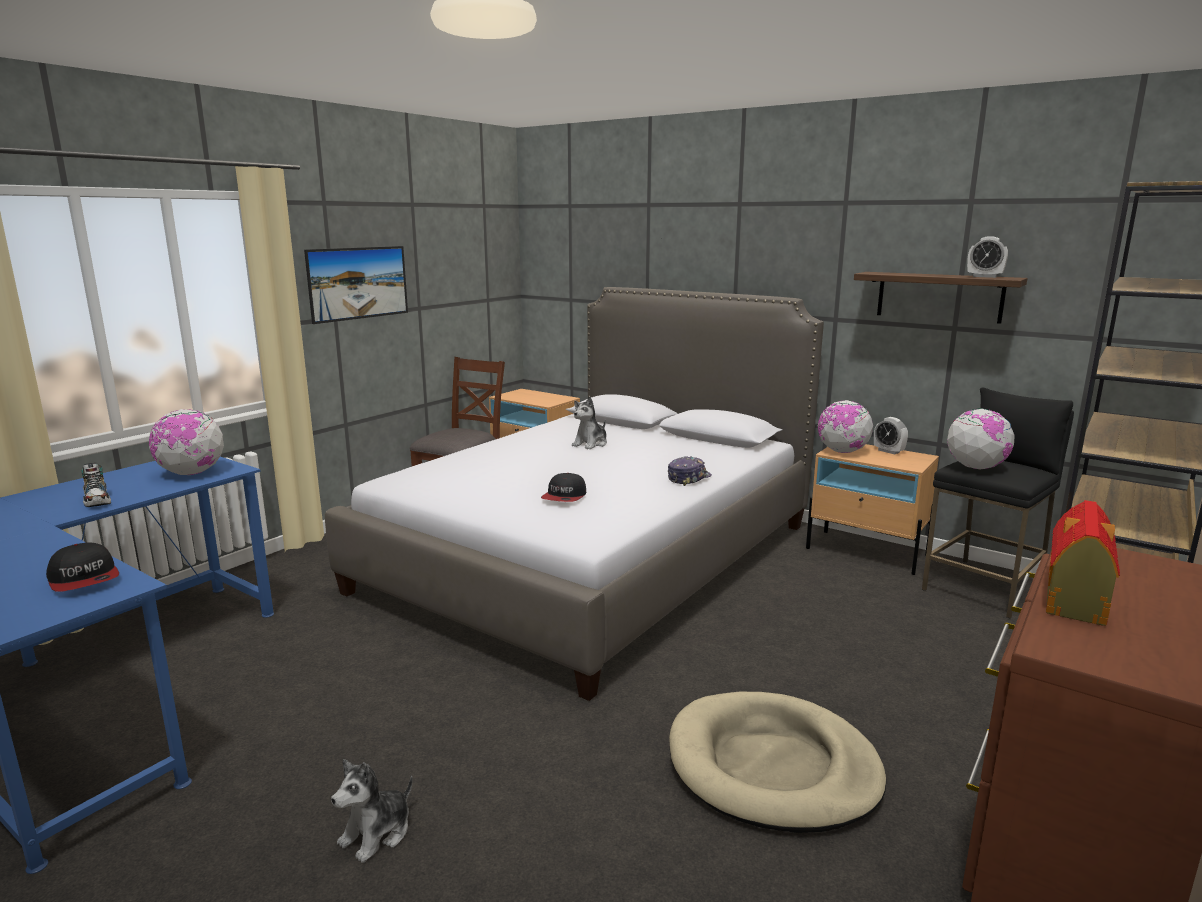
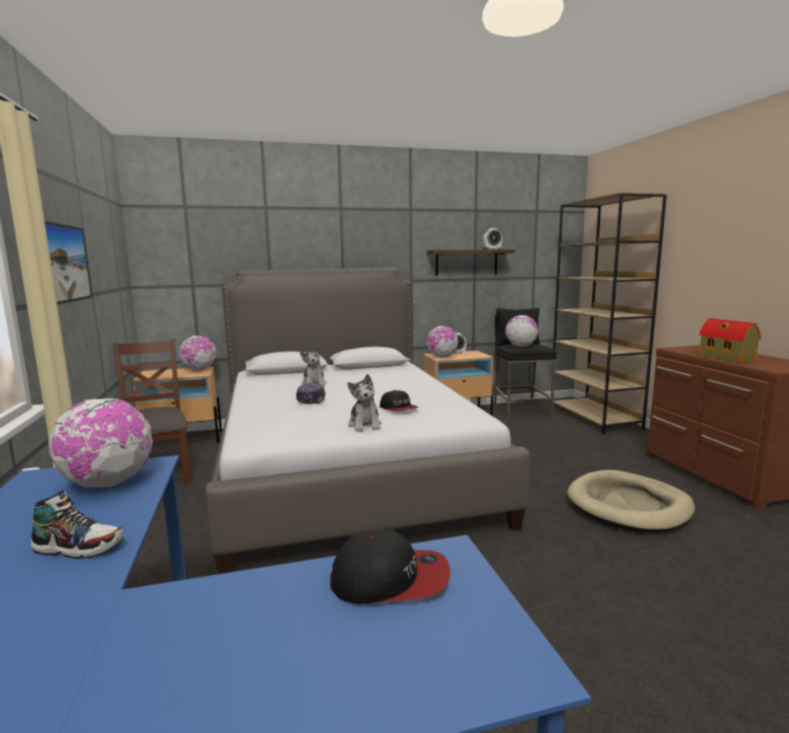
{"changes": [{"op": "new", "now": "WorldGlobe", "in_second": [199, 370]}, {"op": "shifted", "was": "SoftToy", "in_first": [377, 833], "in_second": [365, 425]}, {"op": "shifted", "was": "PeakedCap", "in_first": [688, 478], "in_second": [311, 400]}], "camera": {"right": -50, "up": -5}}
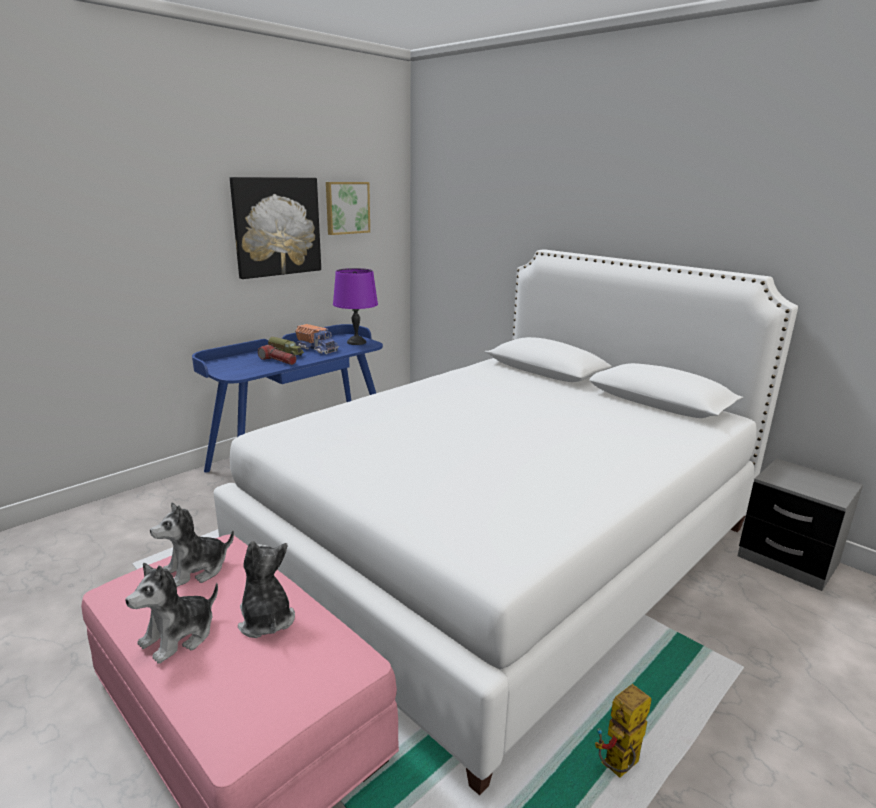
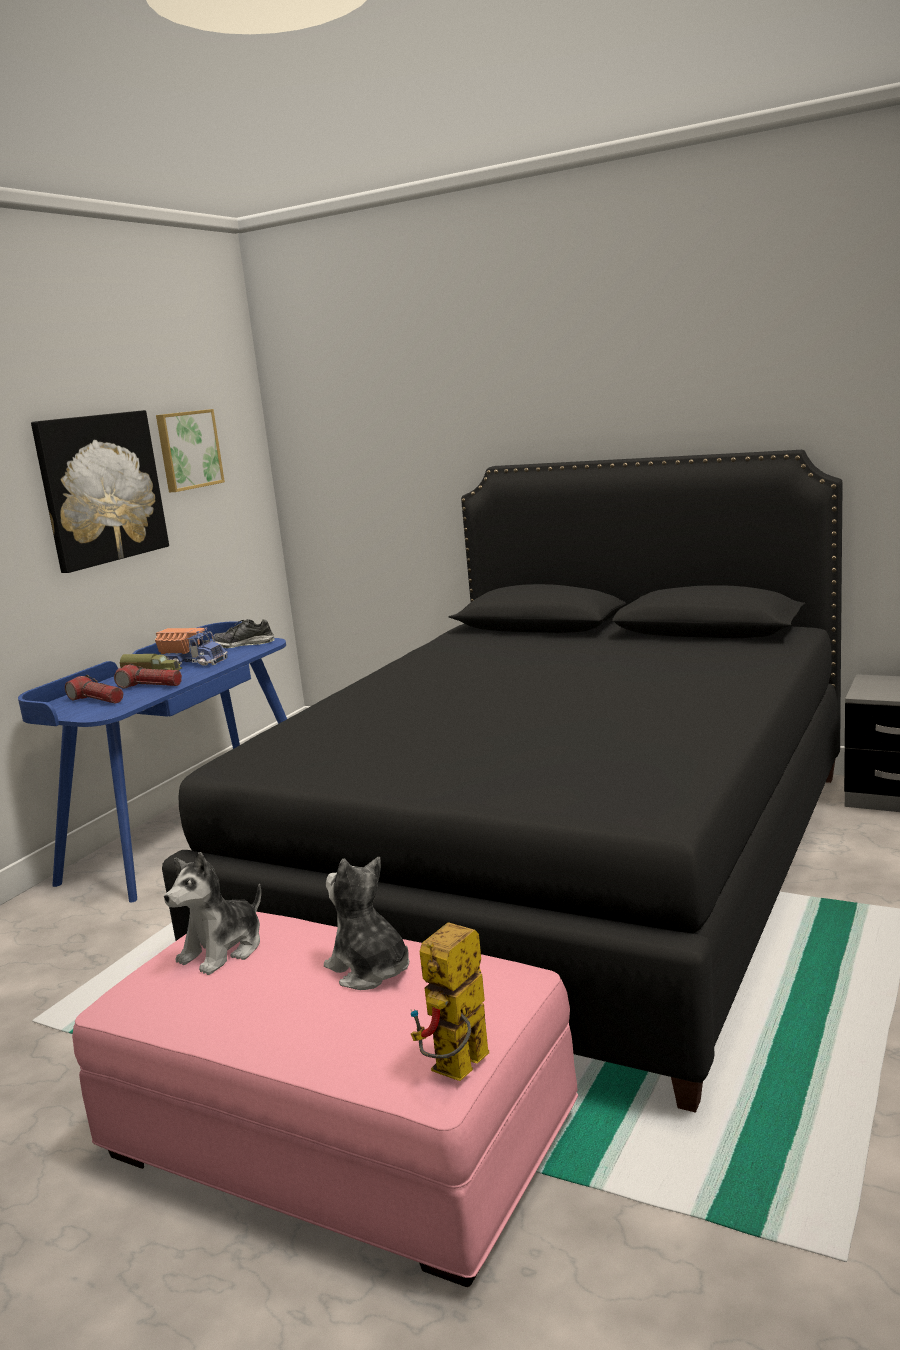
{"changes": [{"op": "gone", "was": "SoftToy", "in_first": [179, 636]}, {"op": "new", "now": "Torch", "in_second": [97, 700]}, {"op": "shifted", "was": "ModelRobot", "in_first": [618, 770], "in_second": [458, 1071]}, {"op": "swapped", "was": "PurplishTableLamp", "now": "Shoe", "in_first": [356, 342], "in_second": [244, 644]}, {"op": "repainted", "was": "WhiteColouredBedroomBed", "now": "BlackishBedroomBed", "in_first": [503, 548], "in_second": [561, 869]}], "camera": {"right": -15, "up": -5}}
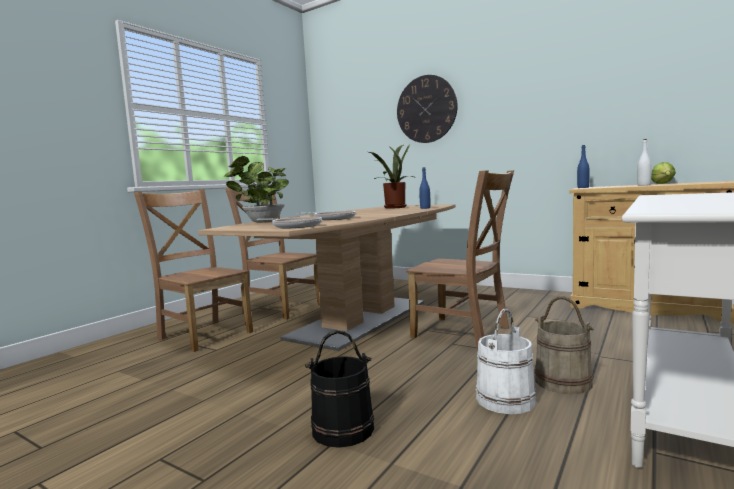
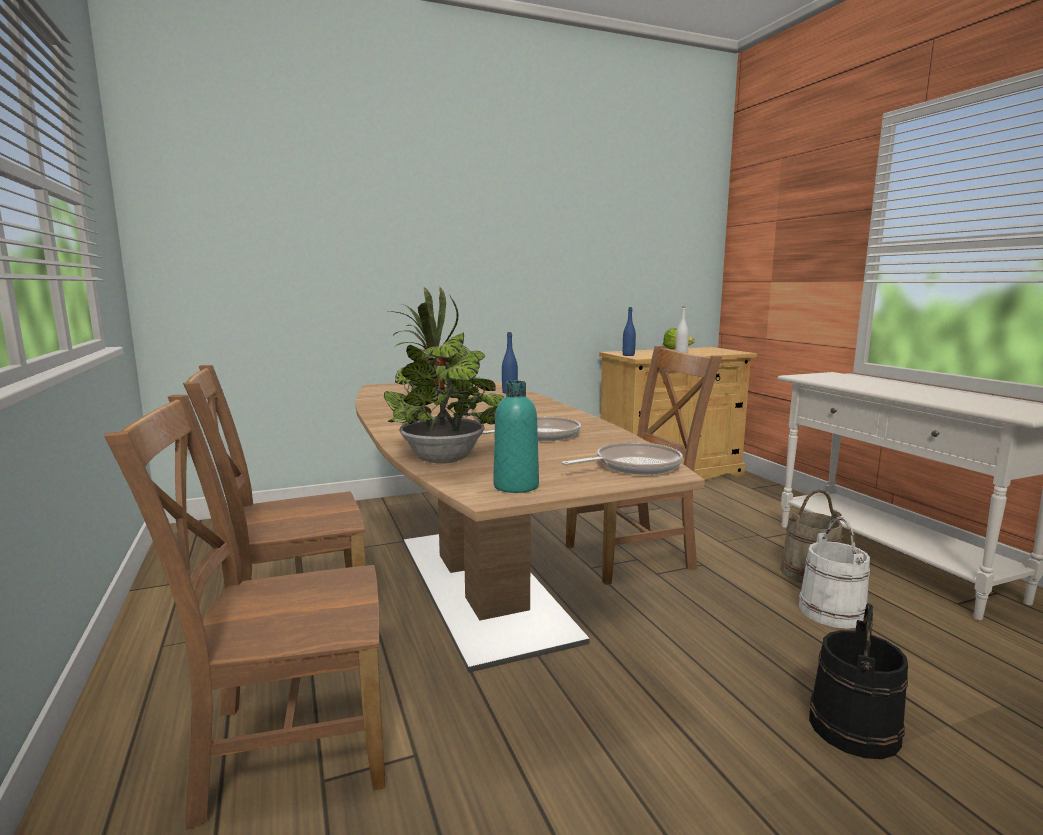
{"changes": [{"op": "gone", "was": "HangingClock", "in_first": [426, 109]}, {"op": "new", "now": "TurquoiseDrinkBottle", "in_second": [516, 486]}], "camera": {"right": -55, "up": 5}}
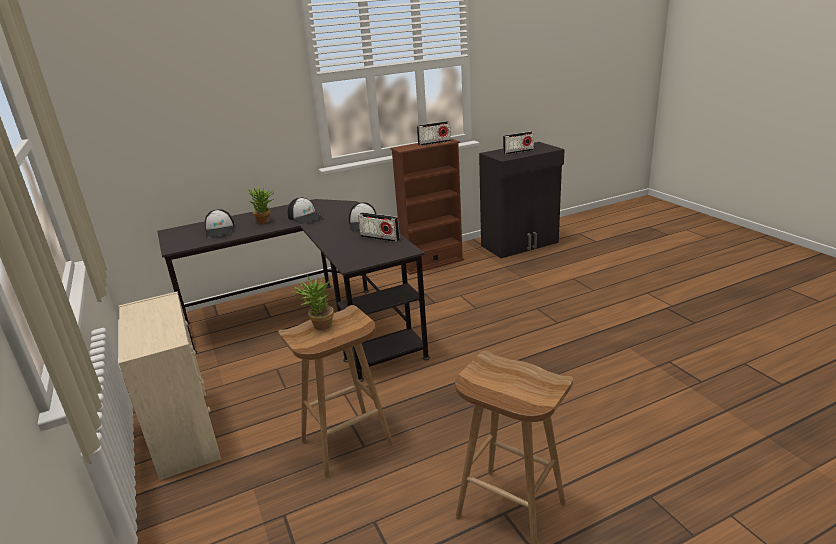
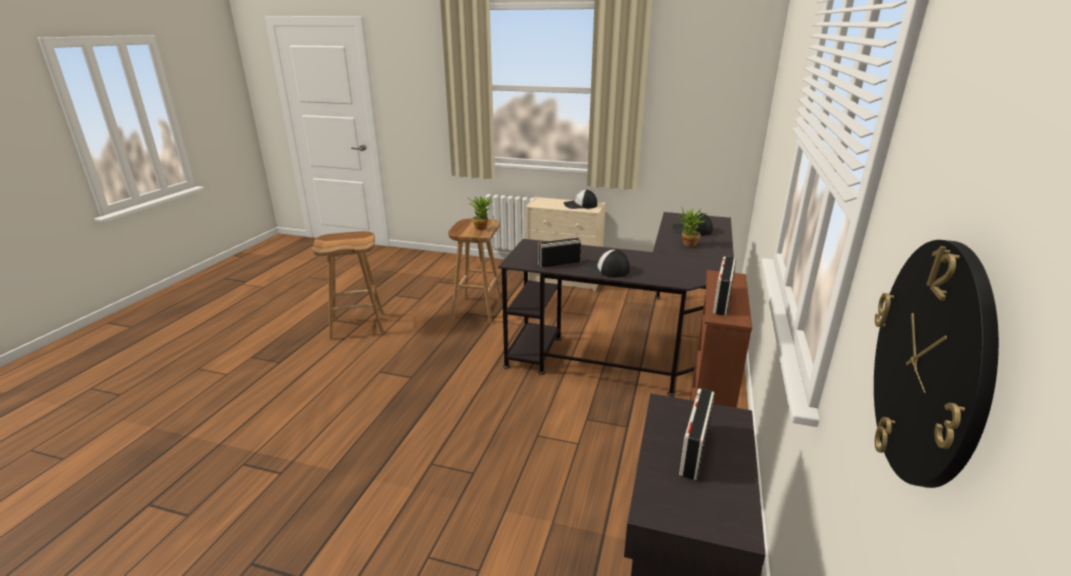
{"changes": [{"op": "new", "now": "HangingClock", "in_second": [929, 361]}, {"op": "shifted", "was": "PeakedCap", "in_first": [305, 217], "in_second": [580, 205]}], "camera": {"right": 130, "up": 0}}
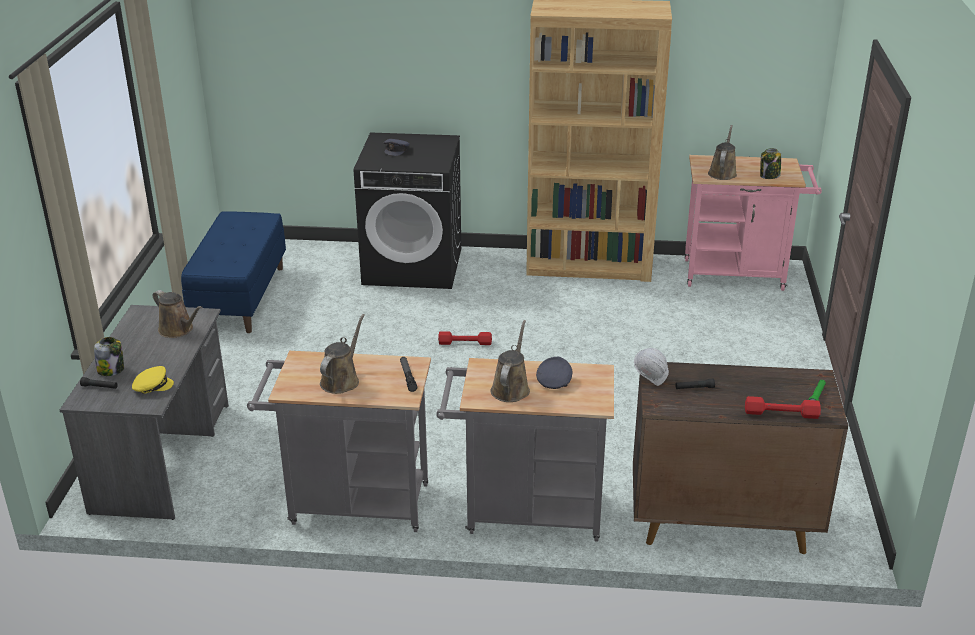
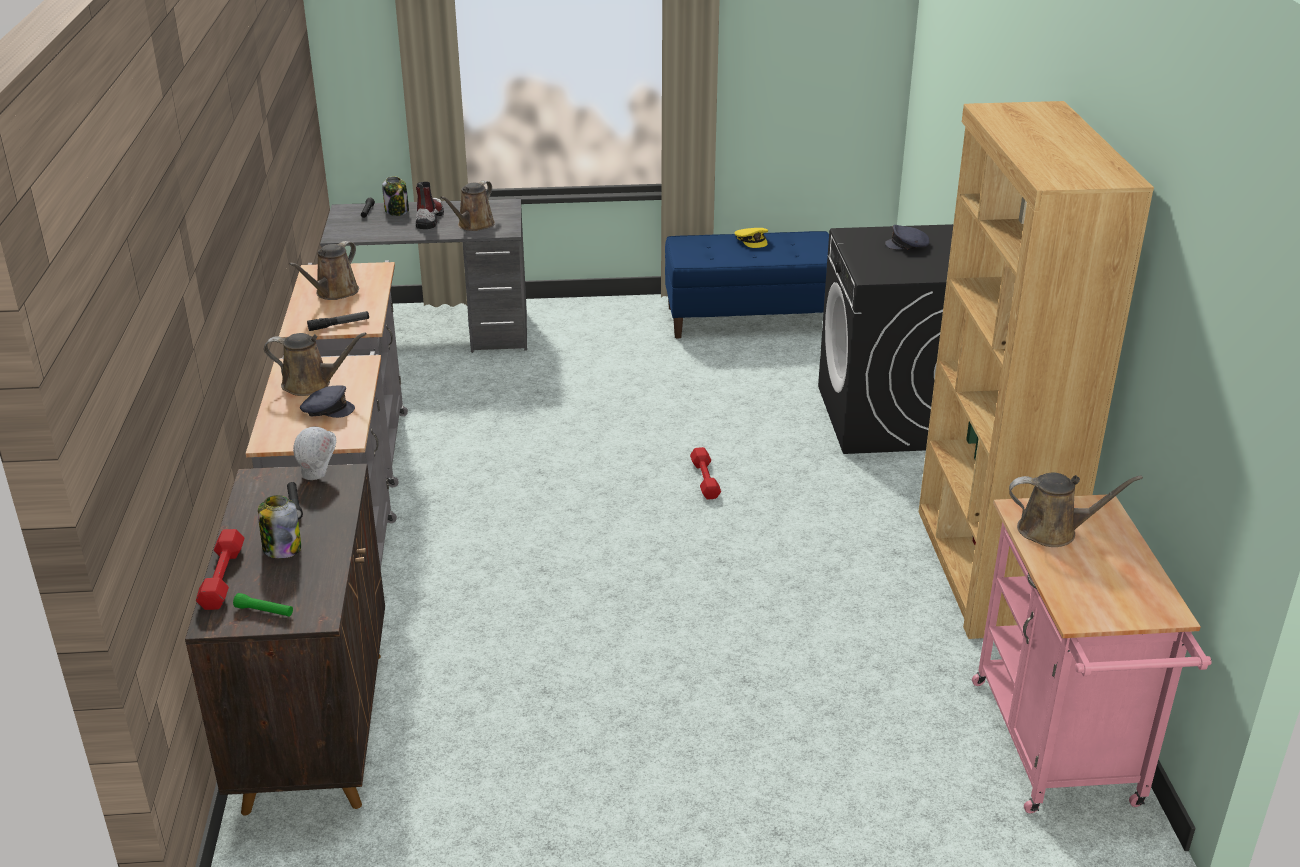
{"changes": [{"op": "new", "now": "HighTopBoot", "in_second": [429, 219]}, {"op": "shifted", "was": "YellowColouredPeakedCap", "in_first": [152, 386], "in_second": [752, 241]}, {"op": "shifted", "was": "StorageJar", "in_first": [769, 176], "in_second": [281, 548]}, {"op": "rotated", "was": "BrownColouredSprinklingCan", "in_first": [341, 380], "in_second": [334, 293], "clockwise": 105}], "camera": {"right": 80, "up": 0}}
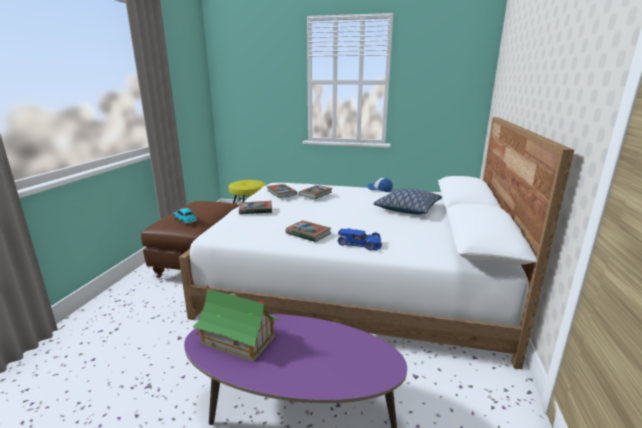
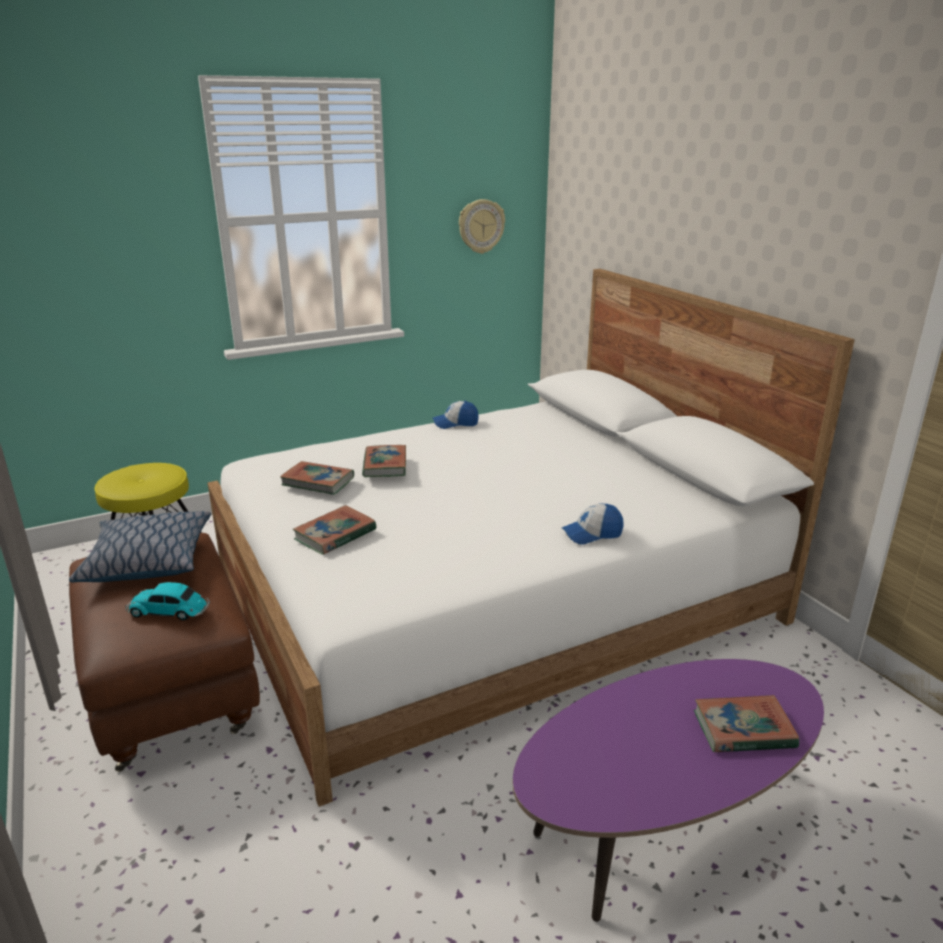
{"changes": [{"op": "gone", "was": "ToyHouse", "in_first": [238, 340]}, {"op": "new", "now": "HangingClock", "in_second": [481, 226]}, {"op": "shifted", "was": "Book", "in_first": [308, 234], "in_second": [743, 729]}, {"op": "shifted", "was": "Pillow", "in_first": [407, 208], "in_second": [147, 561]}, {"op": "swapped", "was": "BlueColouredModelCar", "now": "PeakedCap", "in_first": [359, 243], "in_second": [592, 534]}], "camera": {"right": -40, "up": 5}}
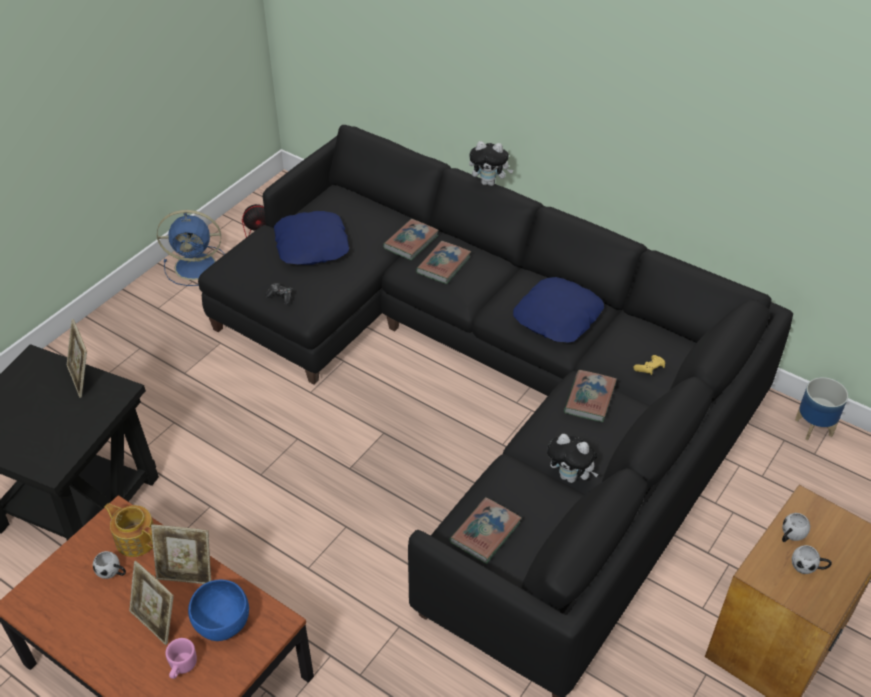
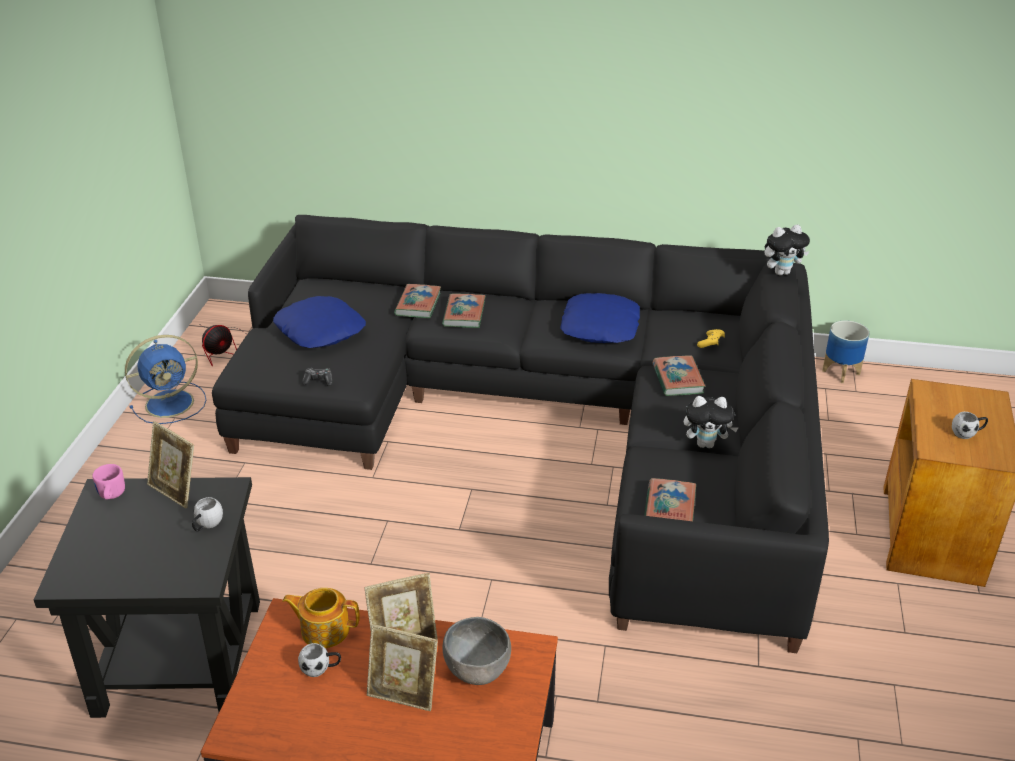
{"changes": [{"op": "shifted", "was": "PinkCoffeeMug", "in_first": [181, 667], "in_second": [111, 496]}, {"op": "shifted", "was": "SoftToy", "in_first": [489, 182], "in_second": [781, 272]}, {"op": "shifted", "was": "WhiteColouredCoffeeMug", "in_first": [790, 536], "in_second": [206, 525]}, {"op": "repainted", "was": "BlueColouredDeepDish", "now": "GreyishDeepDish", "in_first": [223, 625], "in_second": [477, 671]}], "camera": {"right": -25, "up": -10}}
